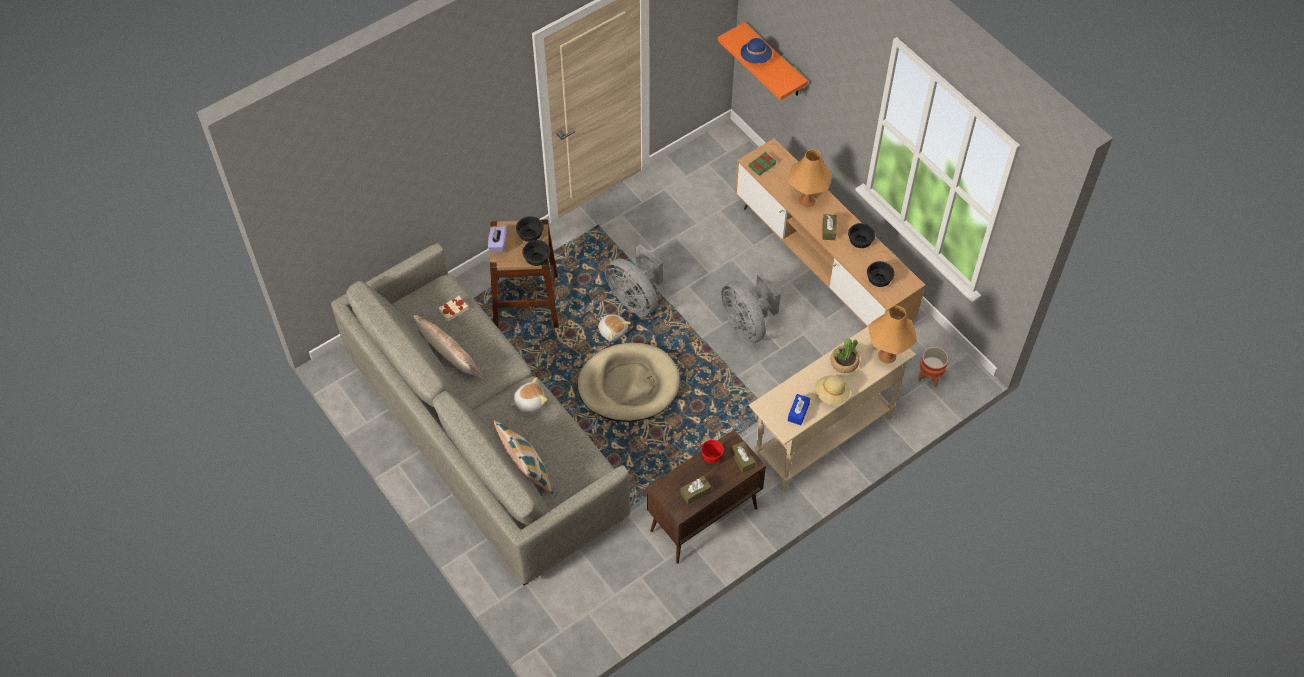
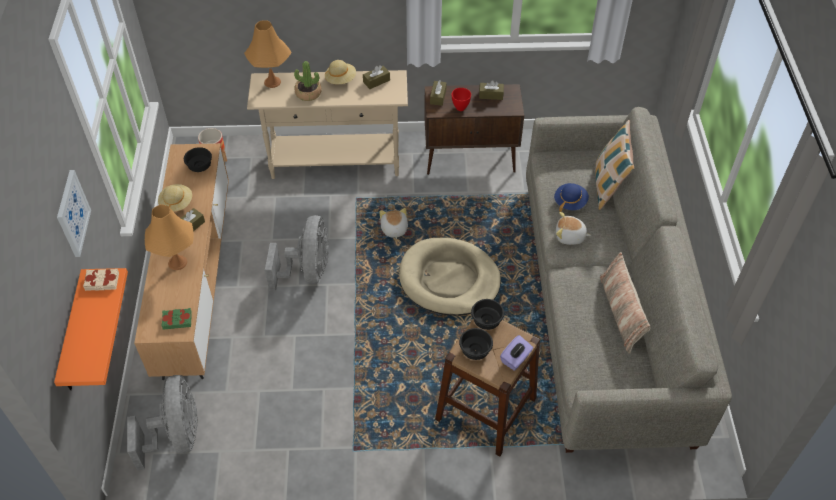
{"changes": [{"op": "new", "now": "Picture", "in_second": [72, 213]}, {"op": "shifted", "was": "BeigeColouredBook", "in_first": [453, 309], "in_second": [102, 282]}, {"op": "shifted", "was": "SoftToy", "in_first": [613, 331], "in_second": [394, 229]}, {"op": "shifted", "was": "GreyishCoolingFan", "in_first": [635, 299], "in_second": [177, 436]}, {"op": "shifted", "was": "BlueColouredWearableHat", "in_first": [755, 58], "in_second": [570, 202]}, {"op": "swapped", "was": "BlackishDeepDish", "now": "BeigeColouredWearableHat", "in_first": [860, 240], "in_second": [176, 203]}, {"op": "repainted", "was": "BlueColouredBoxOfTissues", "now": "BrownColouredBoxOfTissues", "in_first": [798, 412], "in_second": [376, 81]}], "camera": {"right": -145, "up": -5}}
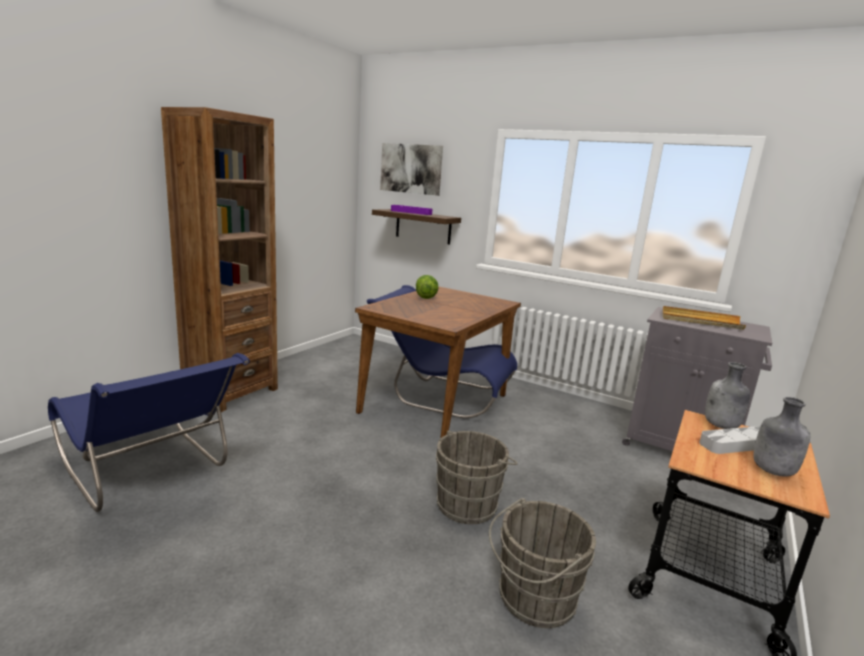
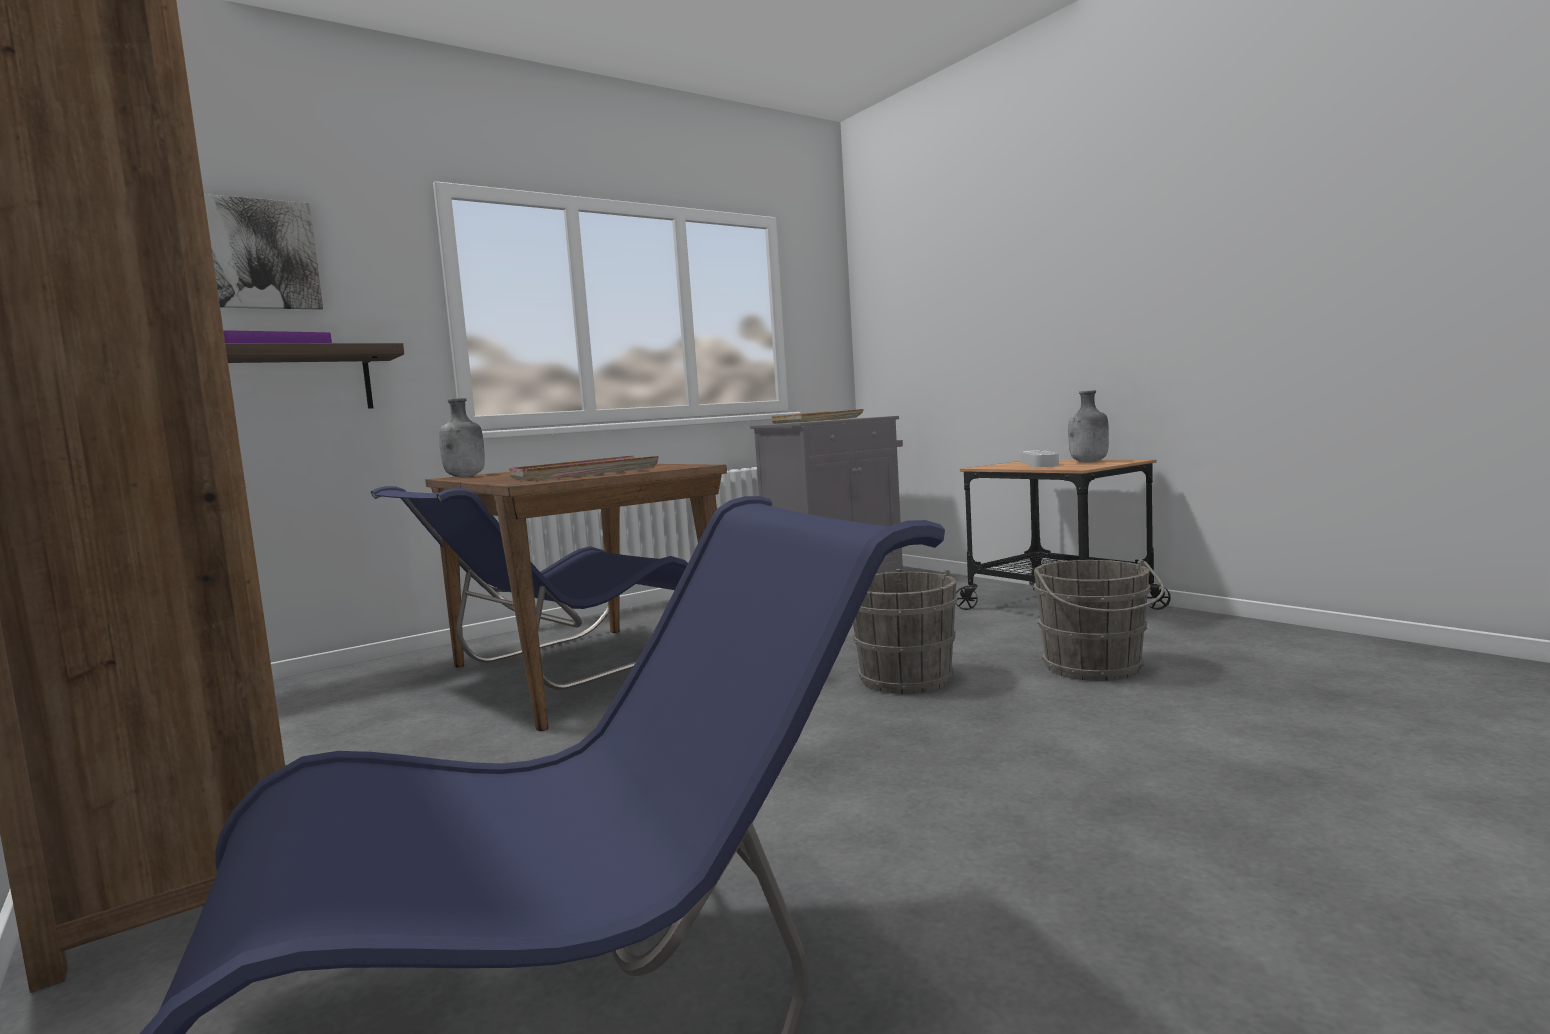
{"changes": [{"op": "gone", "was": "LettuceHead", "in_first": [426, 297]}, {"op": "new", "now": "PinkTray", "in_second": [583, 474]}, {"op": "shifted", "was": "GreyishDrinkBottle", "in_first": [721, 426], "in_second": [466, 476]}], "camera": {"right": -65, "up": -10}}
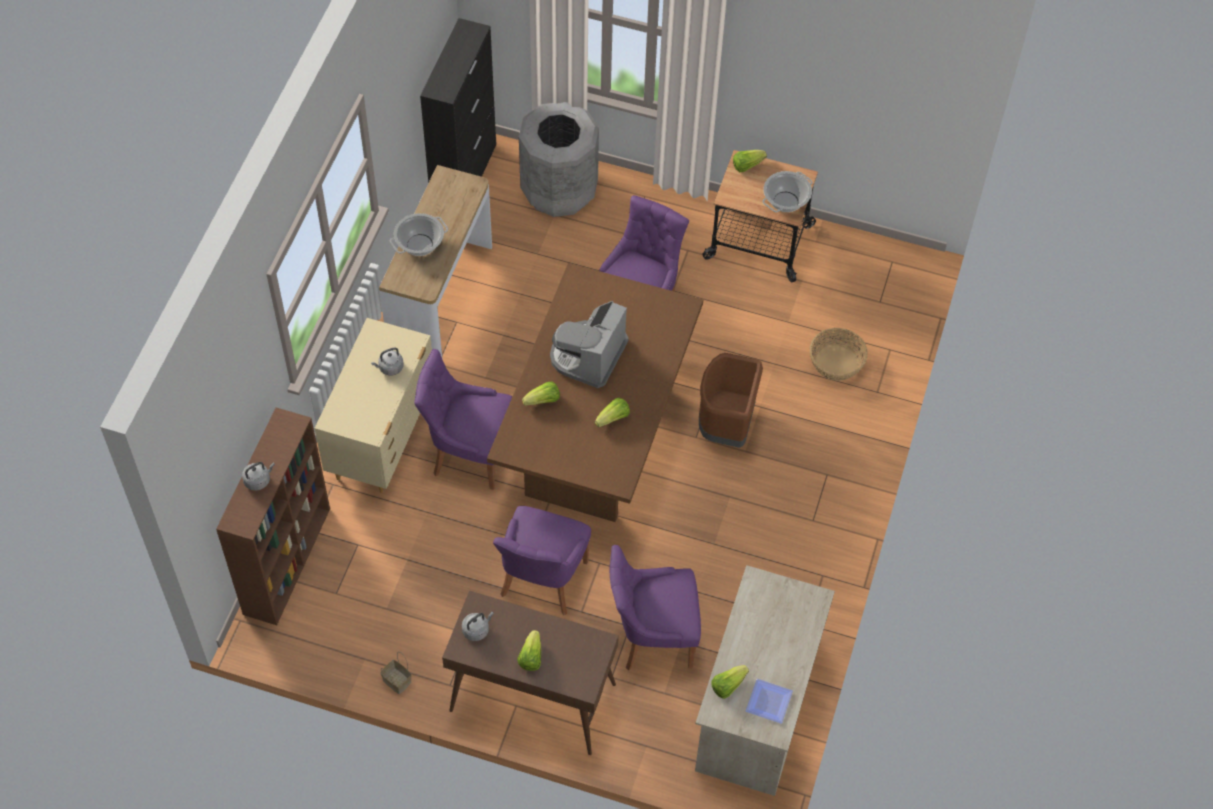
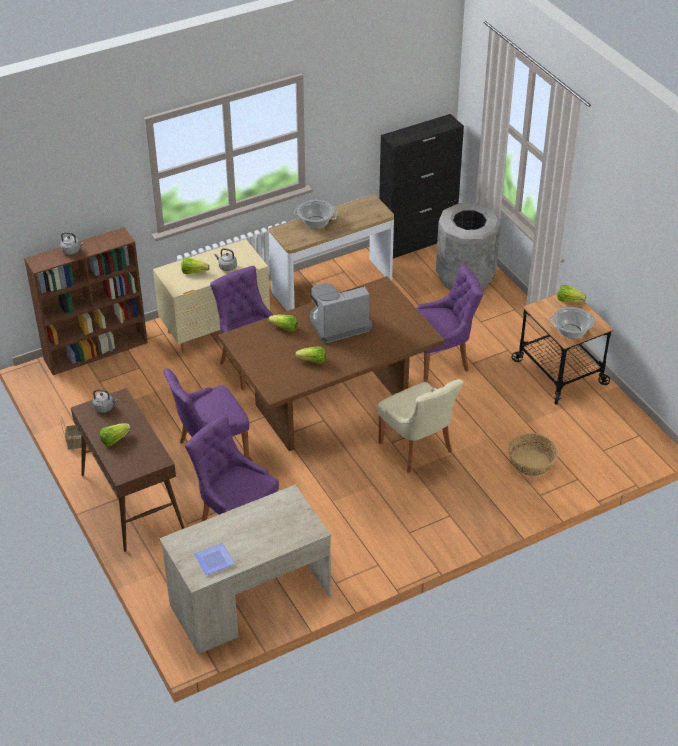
{"changes": [{"op": "shifted", "was": "LettuceHead", "in_first": [728, 685], "in_second": [194, 272]}, {"op": "swapped", "was": "BrownColouredTrashCan", "now": "BeigeColouredUprightChair", "in_first": [725, 425], "in_second": [417, 449]}], "camera": {"right": 45, "up": -15}}
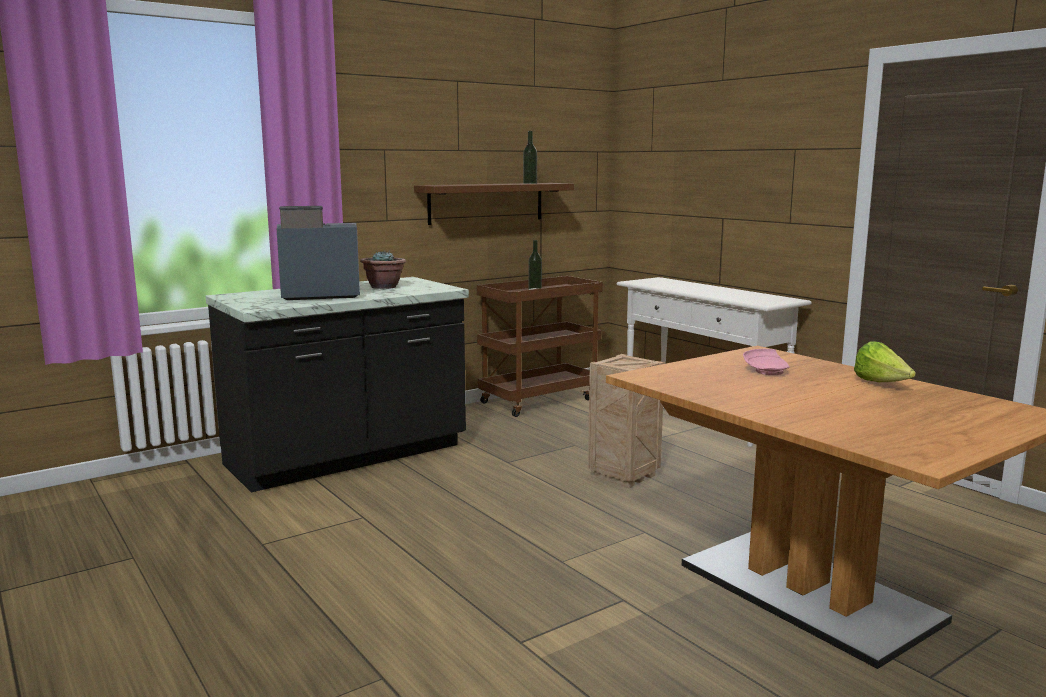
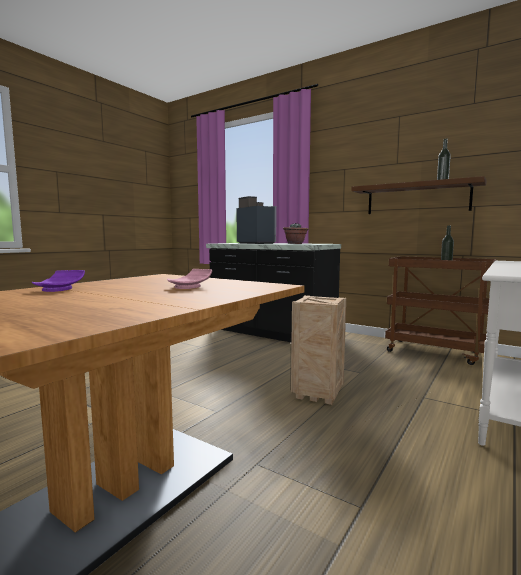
{"changes": [{"op": "gone", "was": "LettuceHead", "in_first": [881, 384]}, {"op": "new", "now": "PurplishPlate", "in_second": [61, 289]}], "camera": {"right": 70, "up": -5}}
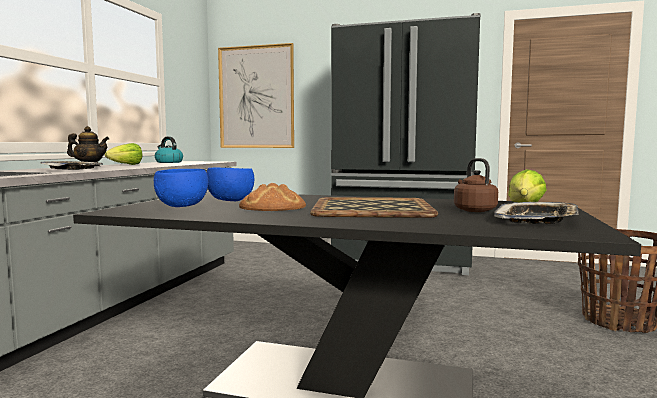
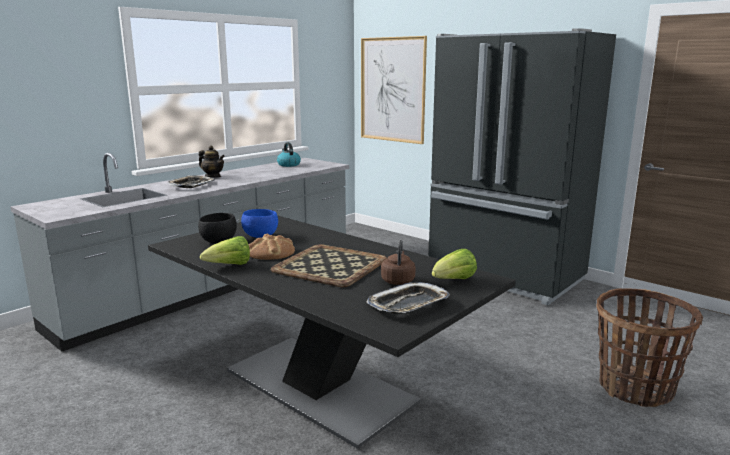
{"changes": [{"op": "shifted", "was": "LettuceHead", "in_first": [126, 165], "in_second": [229, 266]}, {"op": "repainted", "was": "BlueColouredDeepDish", "now": "BlackishDeepDish", "in_first": [181, 206], "in_second": [218, 241]}], "camera": {"right": 25, "up": 10}}
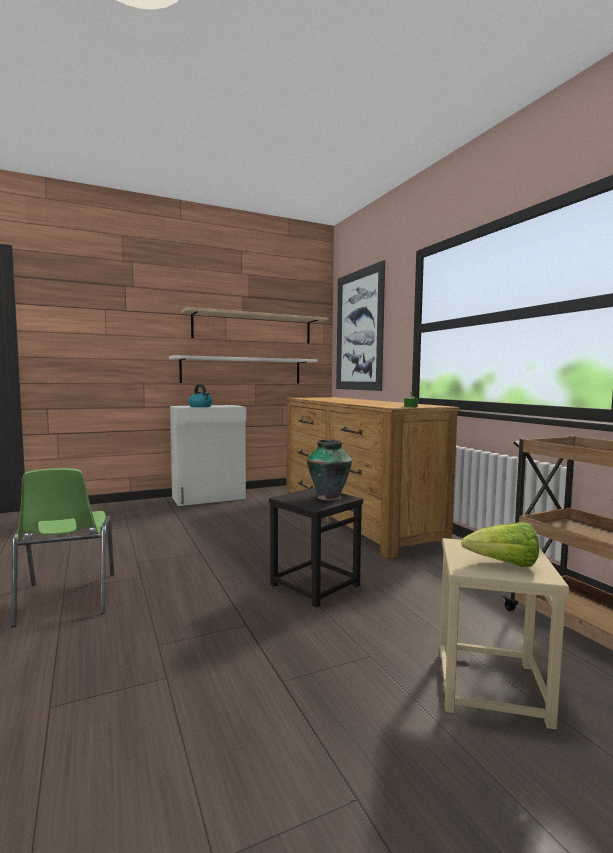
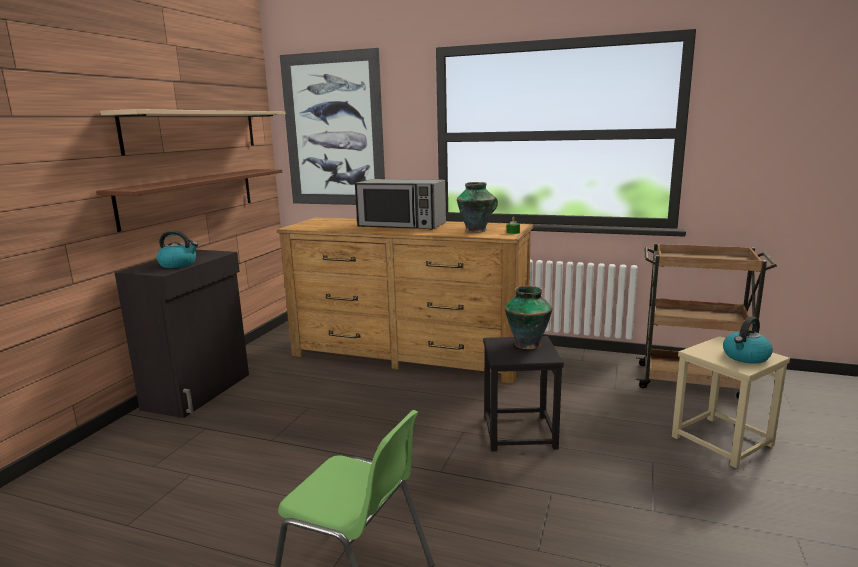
{"changes": [{"op": "new", "now": "KitchenMicrowave", "in_second": [401, 225]}, {"op": "new", "now": "FlowerVase", "in_second": [477, 230]}, {"op": "swapped", "was": "LettuceHead", "now": "WaterKettle", "in_first": [503, 564], "in_second": [745, 357]}, {"op": "repainted", "was": "WhiteColouredShelf", "now": "BrownColouredShelf", "in_first": [242, 370], "in_second": [190, 196]}, {"op": "repainted", "was": "WhiteColouredStorageCabinet", "now": "BlackishStorageCabinet", "in_first": [209, 498], "in_second": [199, 391]}], "camera": {"right": -45, "up": 10}}
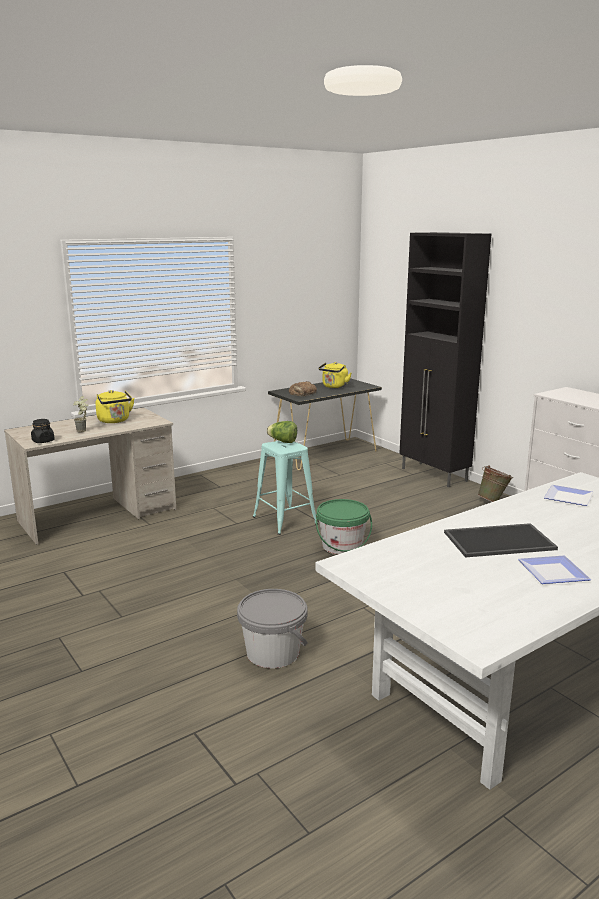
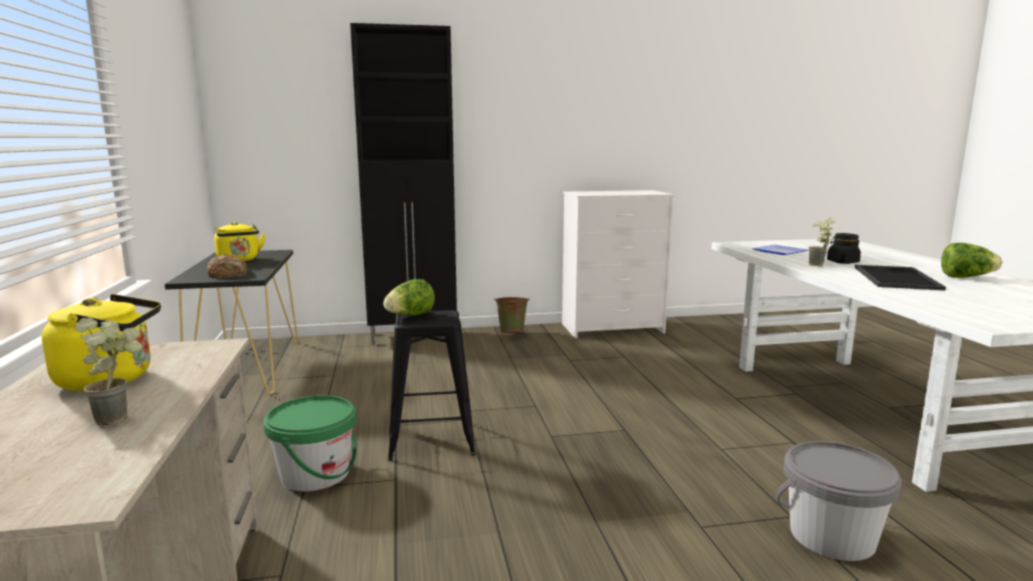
{"changes": [{"op": "new", "now": "PottedPlant", "in_second": [819, 266]}, {"op": "shifted", "was": "BlackishStorageJar", "in_first": [43, 441], "in_second": [842, 262]}, {"op": "shifted", "was": "GreenishWaterBucket", "in_first": [342, 546], "in_second": [315, 474]}, {"op": "swapped", "was": "Plate", "now": "LettuceHead", "in_first": [553, 571], "in_second": [966, 277]}, {"op": "repainted", "was": "TurquoiseStoolSeat", "now": "BlackishStoolSeat", "in_first": [284, 520], "in_second": [431, 440]}], "camera": {"right": -65, "up": -5}}
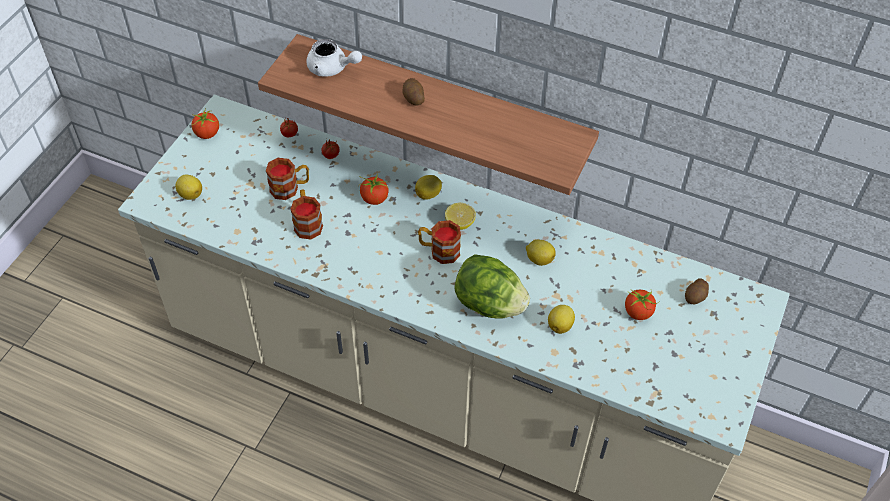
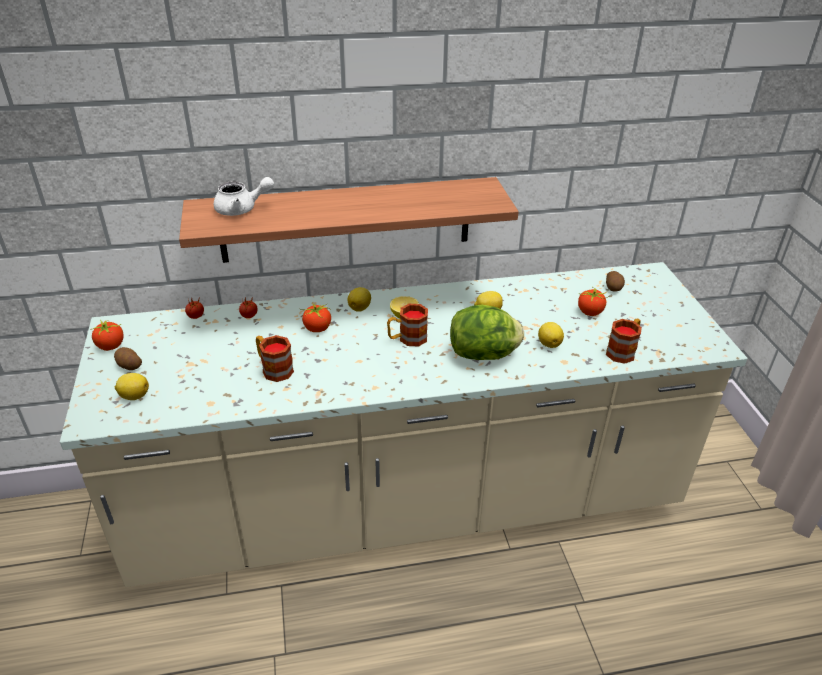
{"changes": [{"op": "shifted", "was": "CoffeeMug", "in_first": [290, 188], "in_second": [623, 351]}, {"op": "shifted", "was": "Potato", "in_first": [413, 98], "in_second": [129, 366]}], "camera": {"right": -35, "up": -15}}
